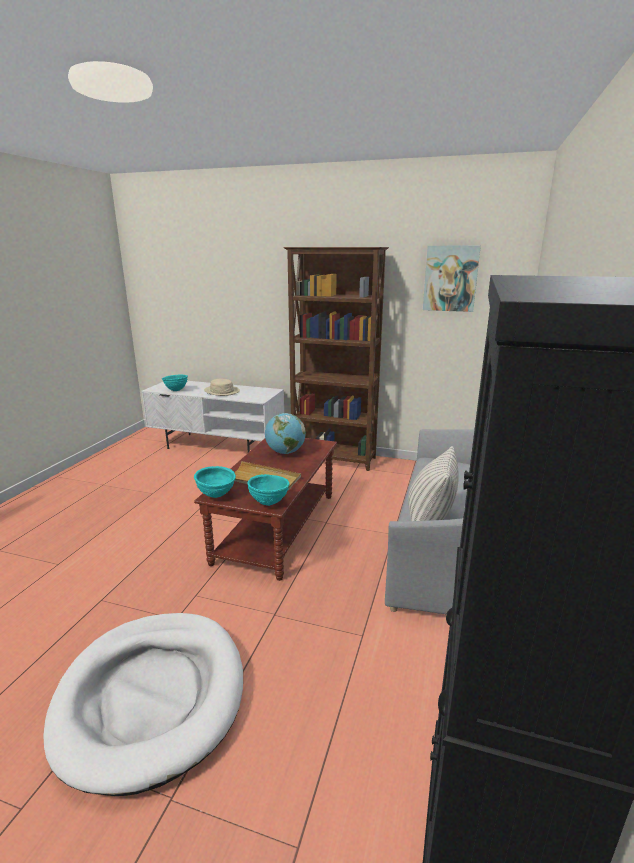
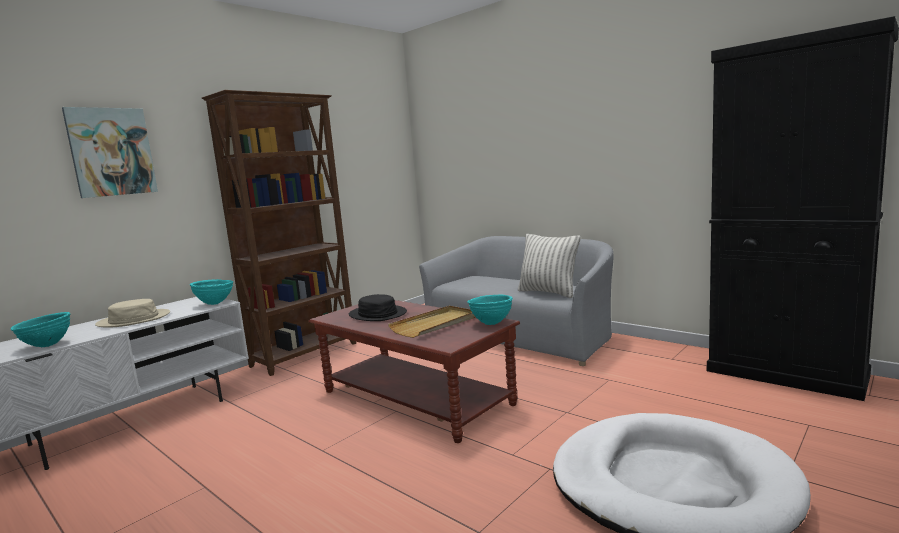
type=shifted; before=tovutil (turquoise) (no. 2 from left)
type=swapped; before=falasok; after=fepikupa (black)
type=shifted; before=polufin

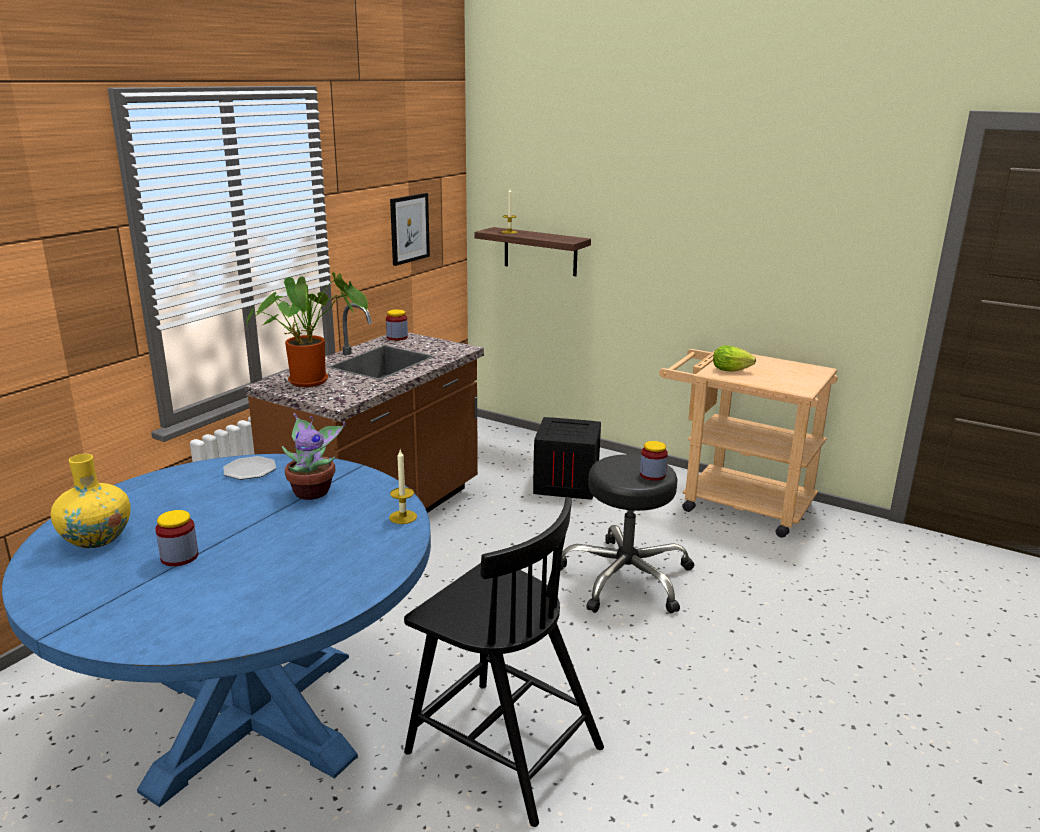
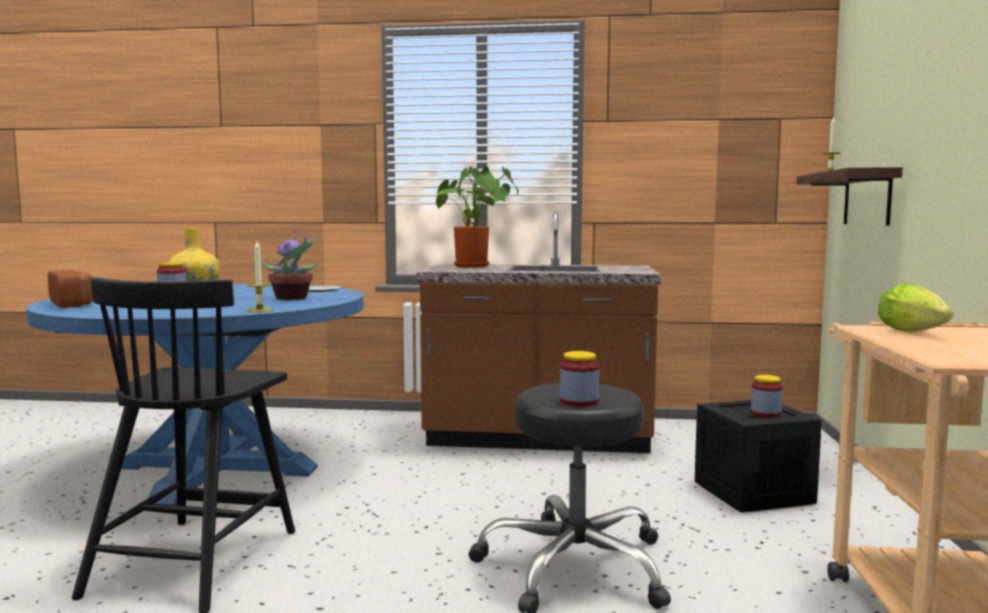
type=shifted; before=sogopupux (no. 2 from left in the first image); after=sogopupux (no. 3 from left)
type=gone; before=polufin
type=new; after=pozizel

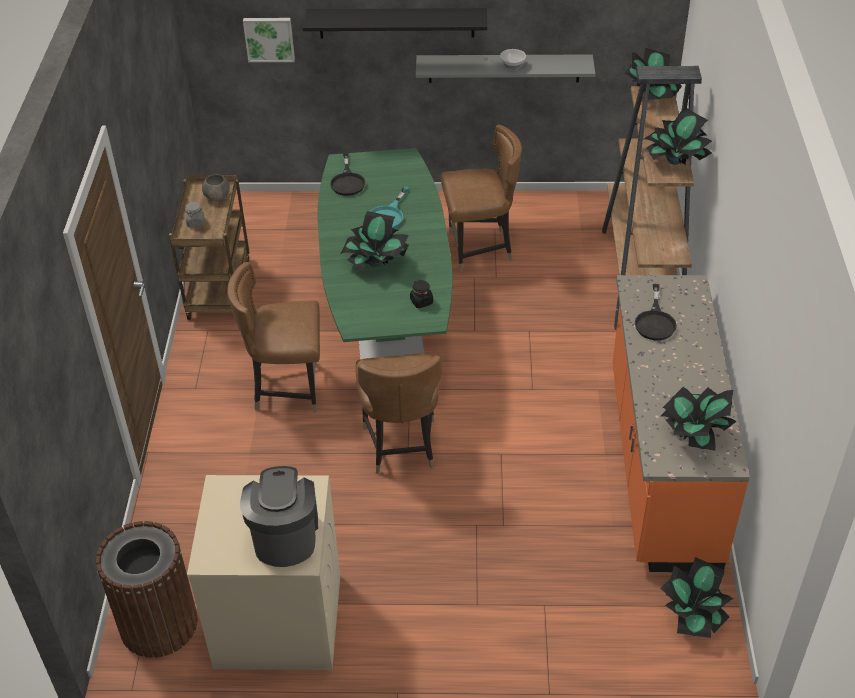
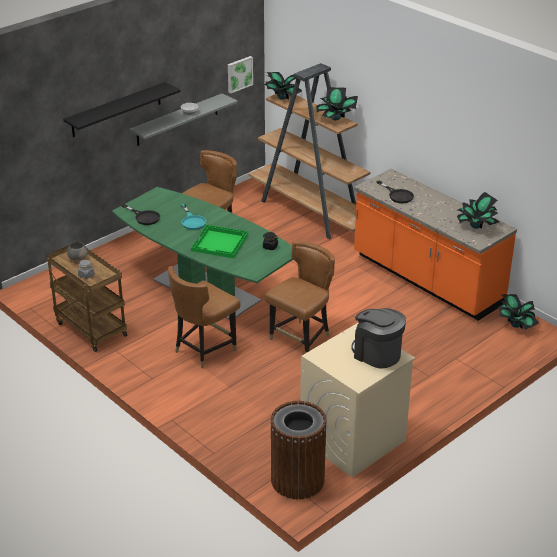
type=shifted; before=polufin
type=swapped; before=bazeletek (no. 1 from left); after=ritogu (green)
type=rotated; before=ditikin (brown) (no. 2 from left in the first image); turn=-90

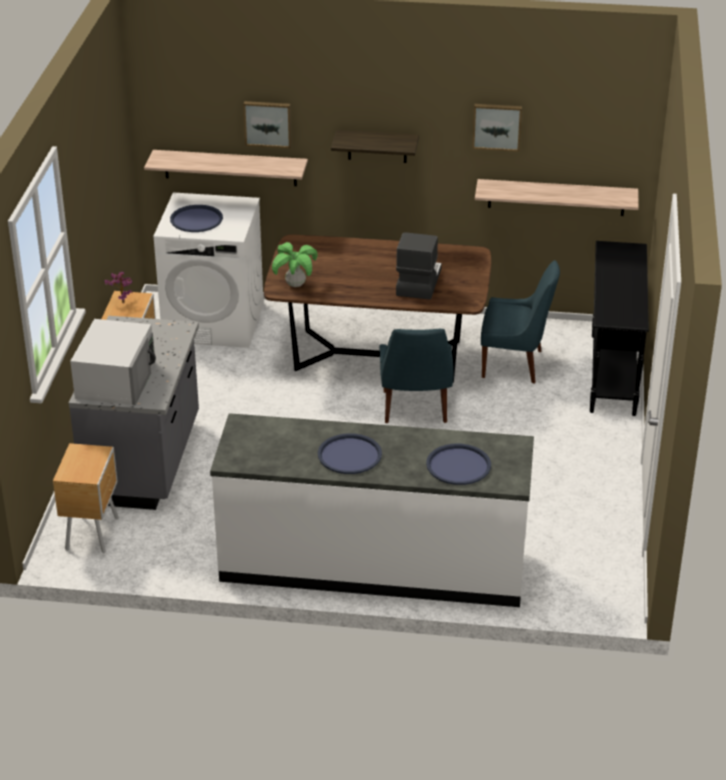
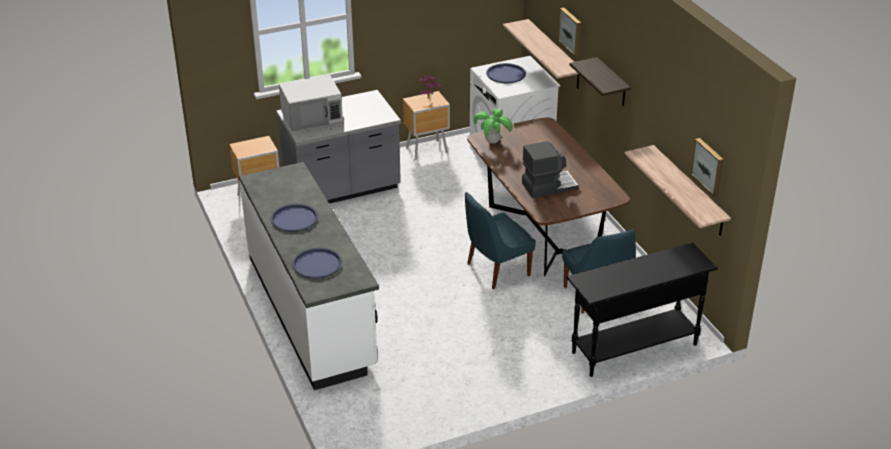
type=shifted; before=polufin (no. 2 from left)

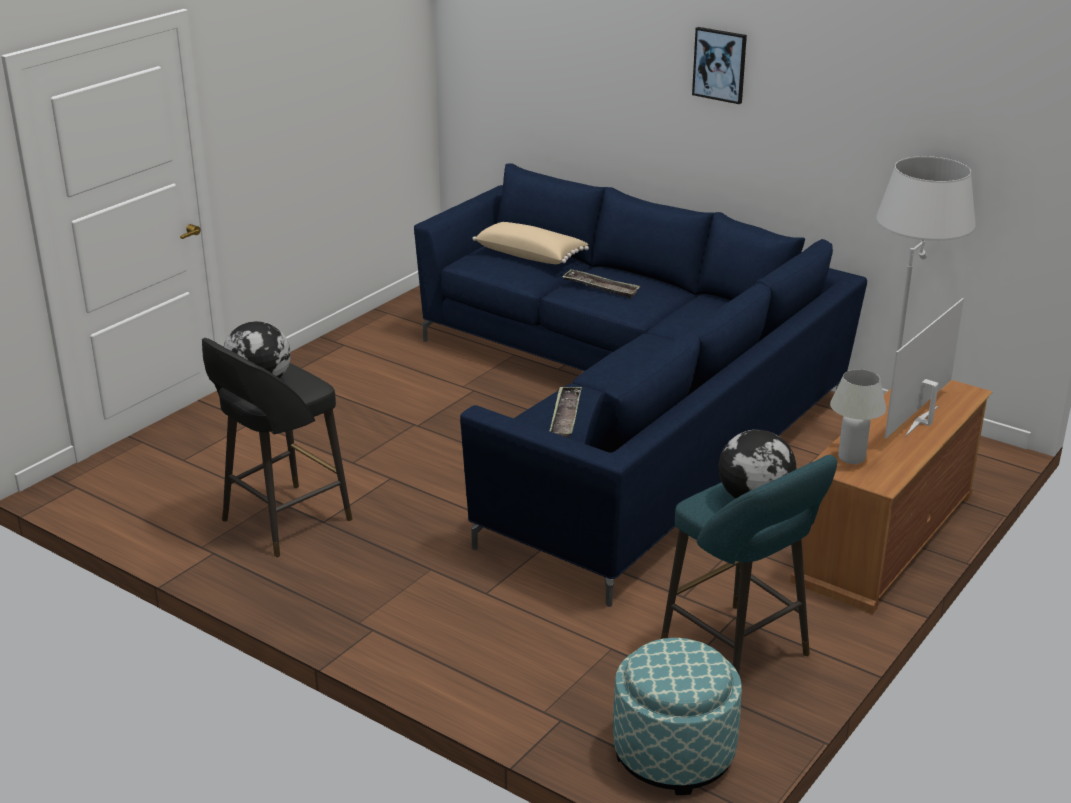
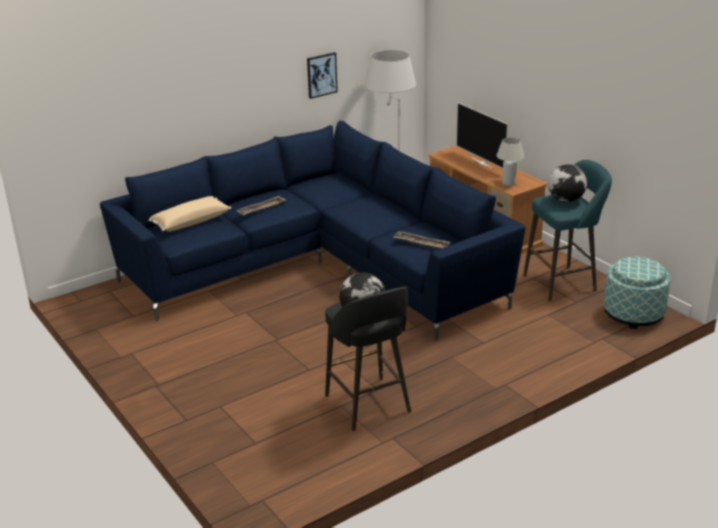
type=shifted; before=polufin

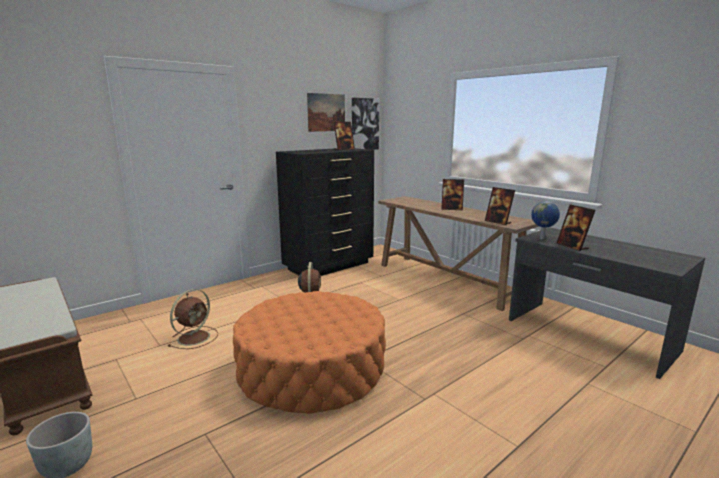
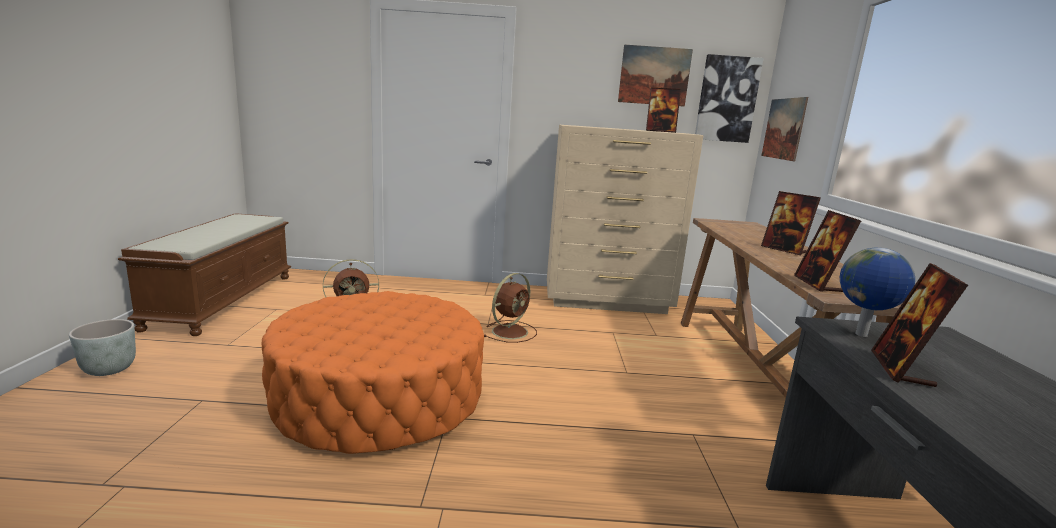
type=repainted; before=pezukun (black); after=pezukun (beige)
type=new; after=polufin (no. 3 from left)

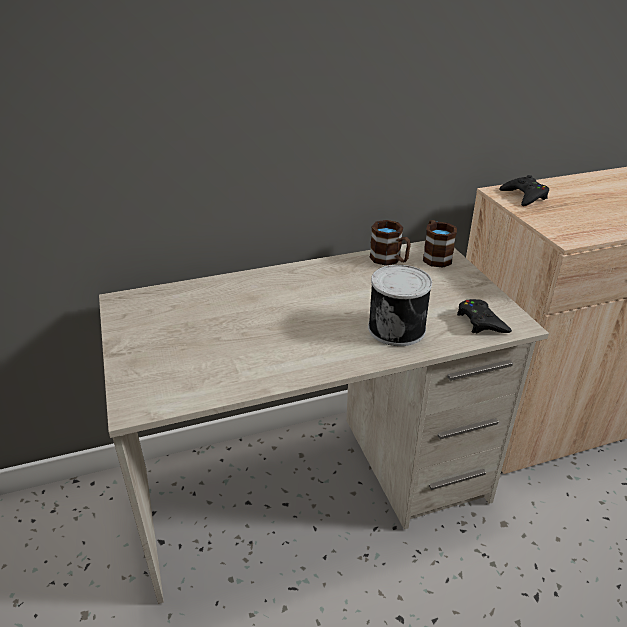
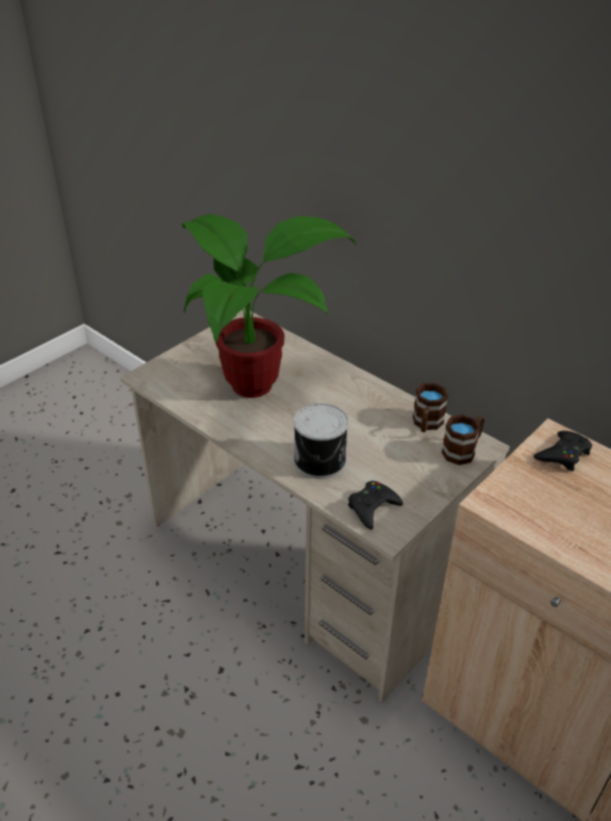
type=new; after=bazeletek

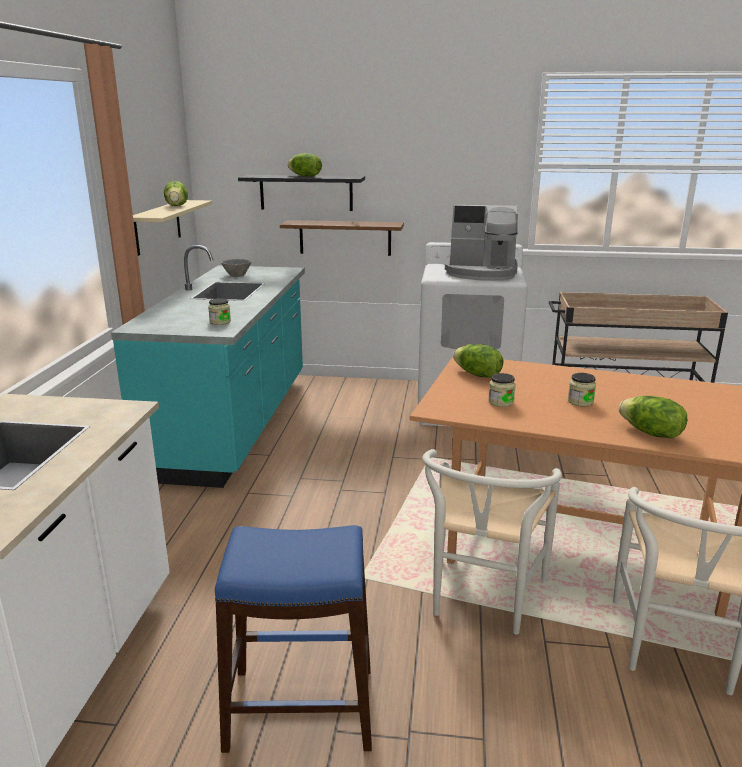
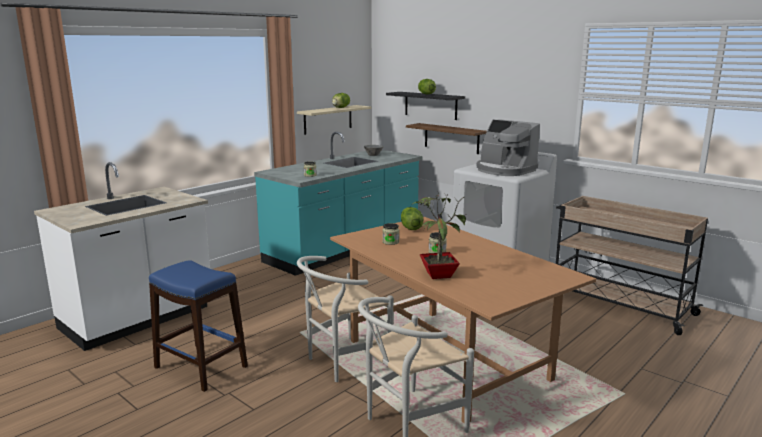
type=swapped; before=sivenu (no. 4 from left); after=bazeletek

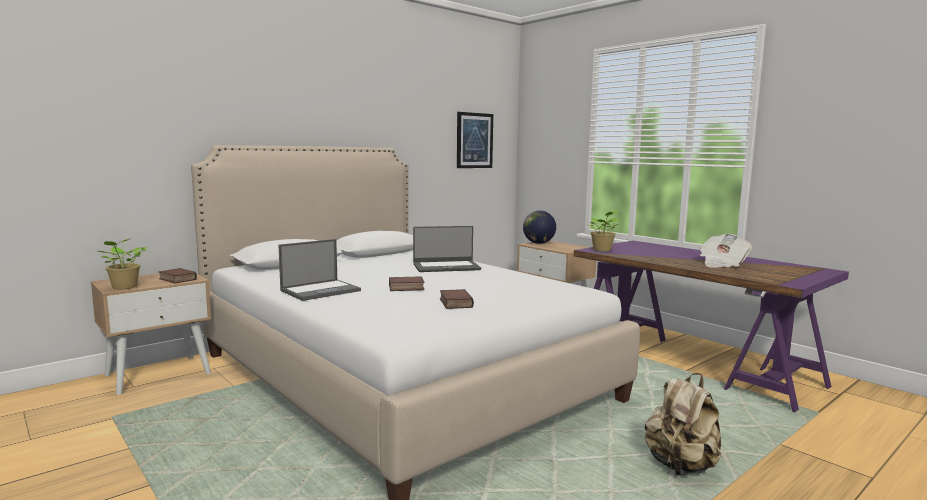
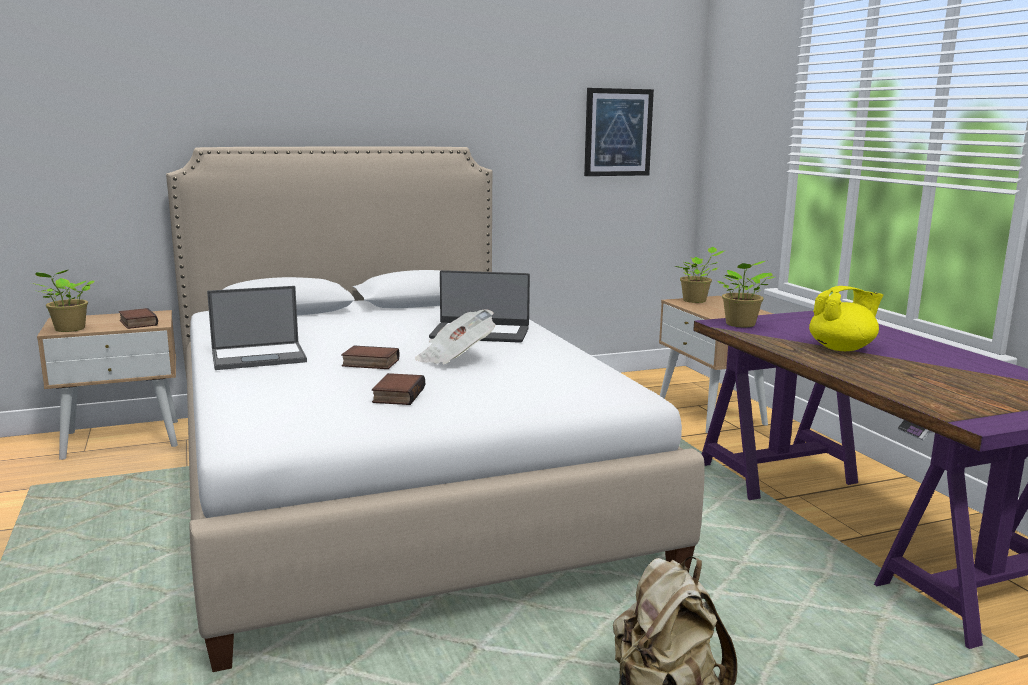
type=swapped; before=falasok; after=bazeletek (no. 2 from left)
type=shifted; before=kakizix
type=new; after=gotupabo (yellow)

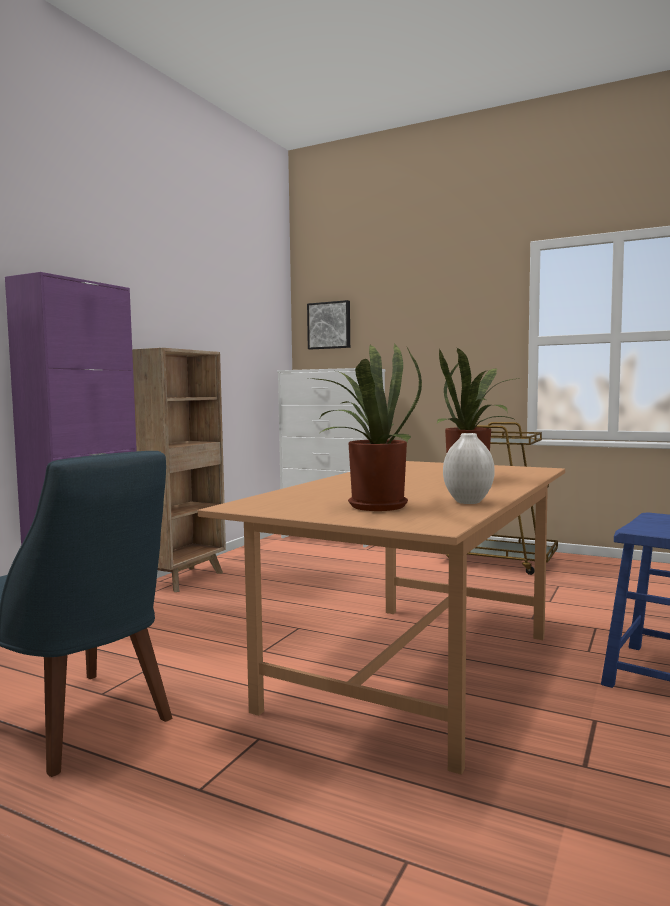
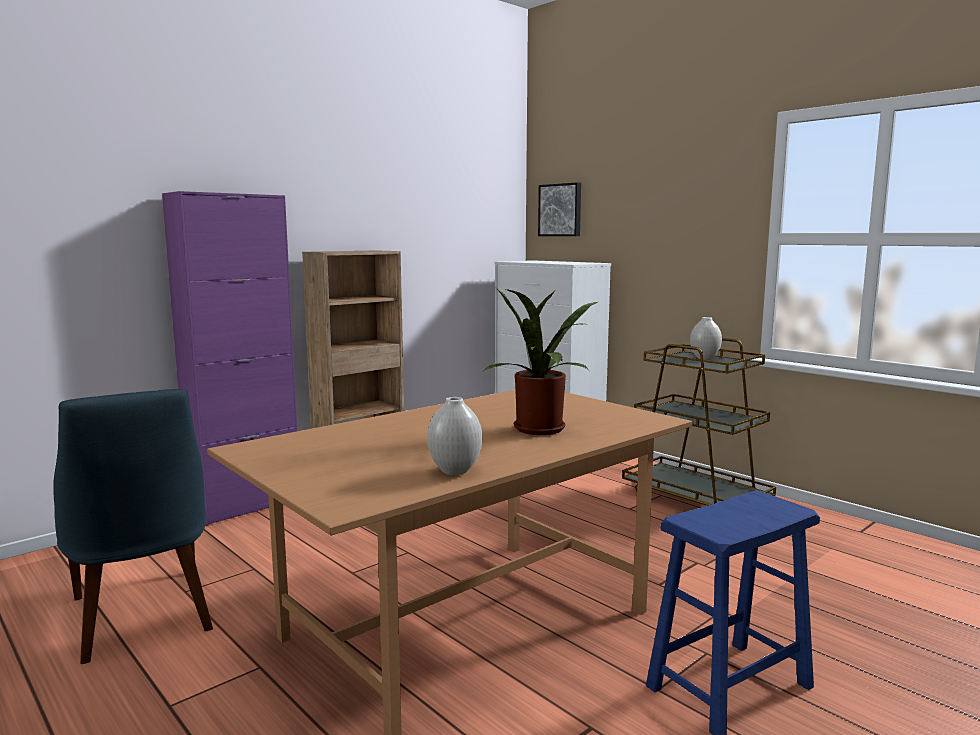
type=gone; before=bazeletek (no. 1 from left)
type=new; after=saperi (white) (no. 2 from left)

